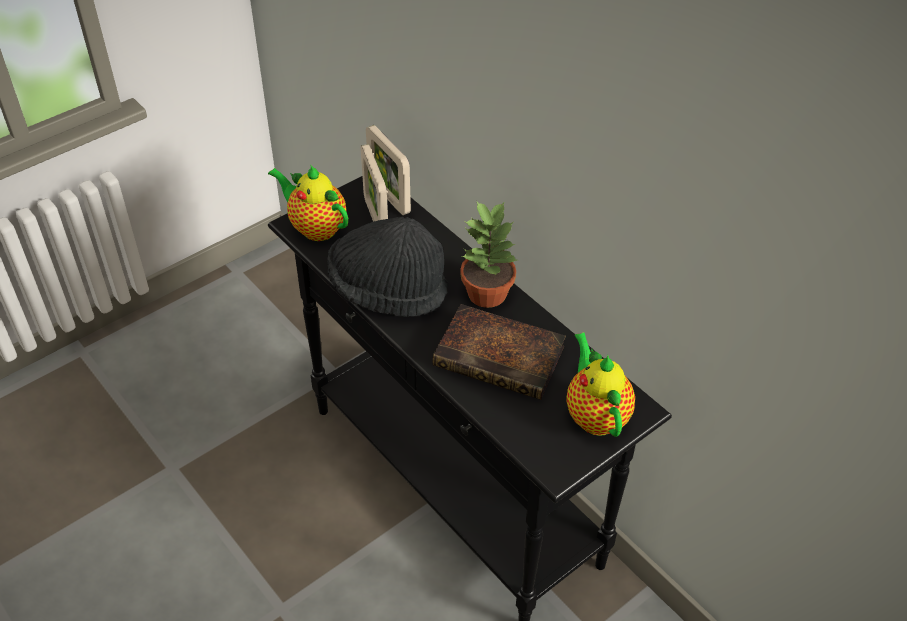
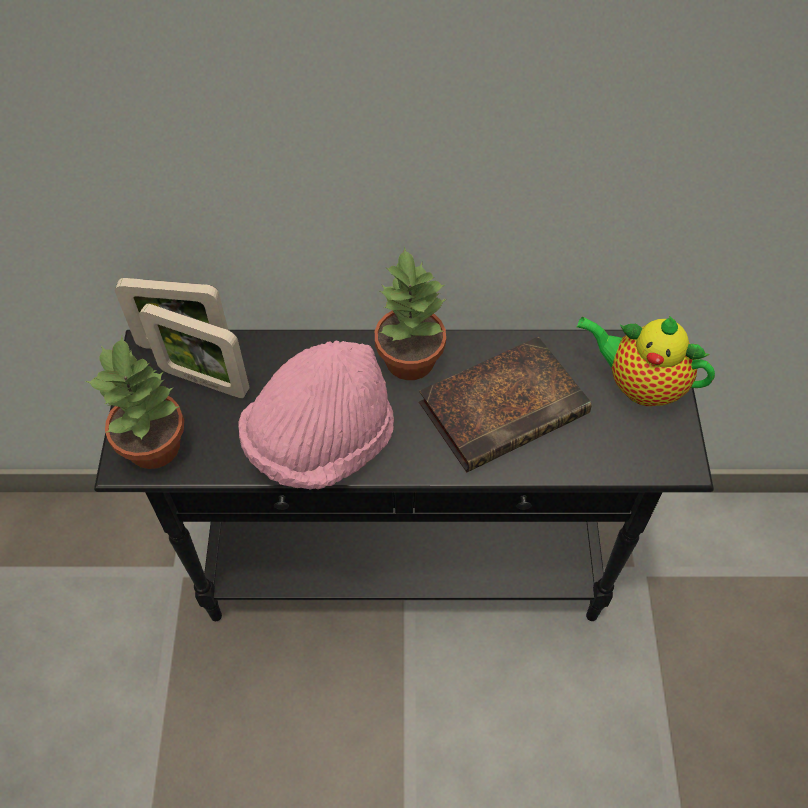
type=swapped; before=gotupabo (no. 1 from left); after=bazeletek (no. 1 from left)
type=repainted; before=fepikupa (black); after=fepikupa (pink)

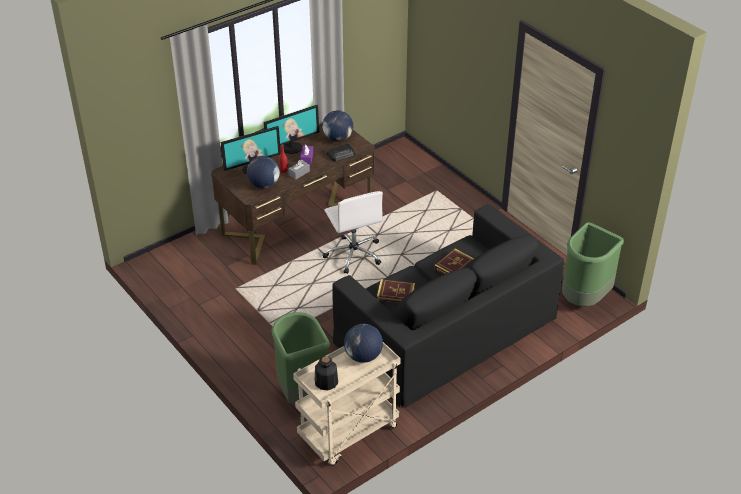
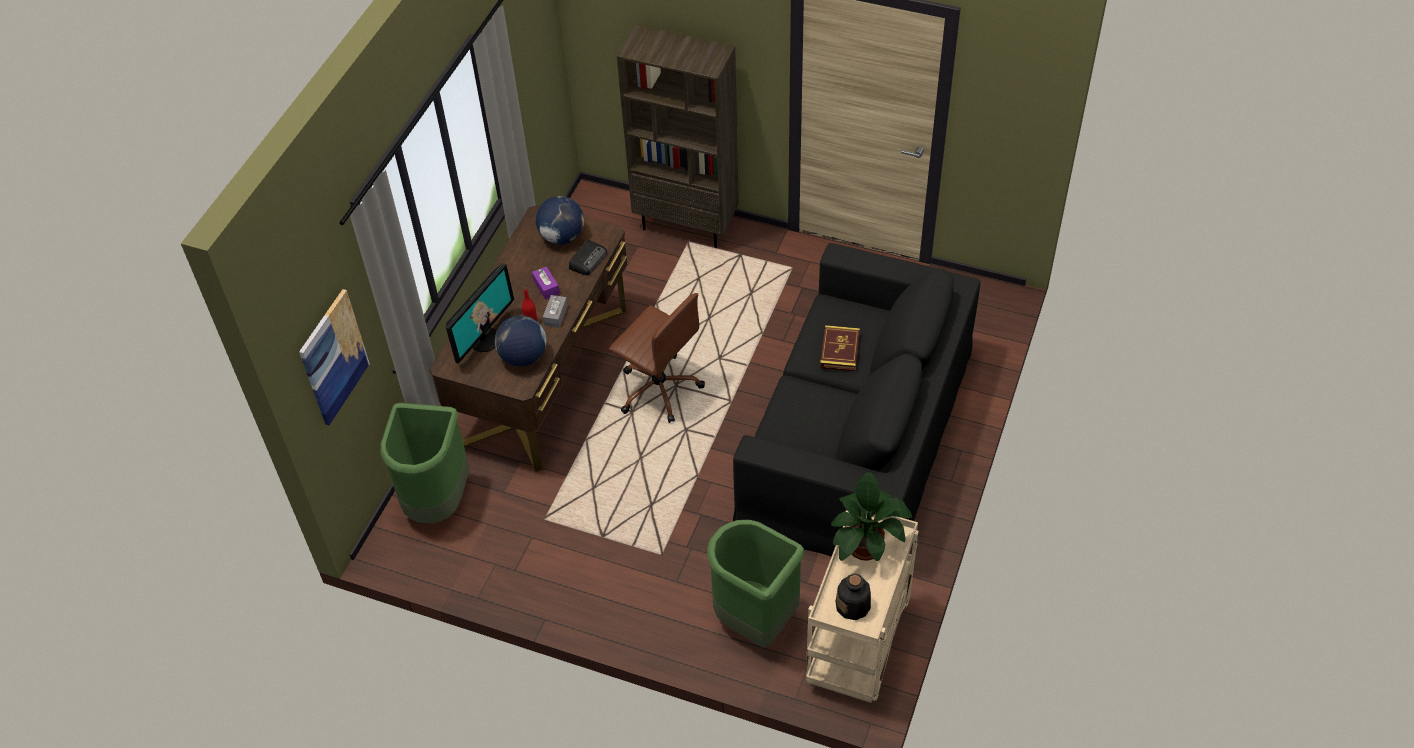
type=gone; before=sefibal (no. 2 from left)
type=repainted; before=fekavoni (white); after=fekavoni (brown)
type=swapped; before=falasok (no. 3 from left); after=bazeletek
type=gone; before=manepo (no. 1 from left)
type=shifted; before=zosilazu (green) (no. 2 from left in the first image); after=zosilazu (green) (no. 1 from left)
type=new; after=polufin
type=new; after=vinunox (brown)

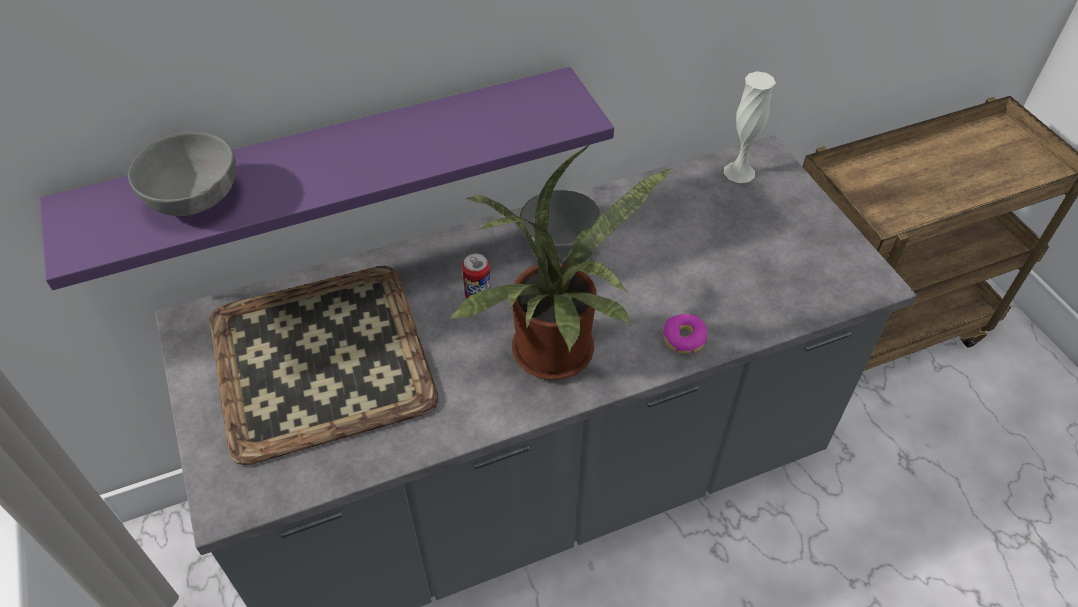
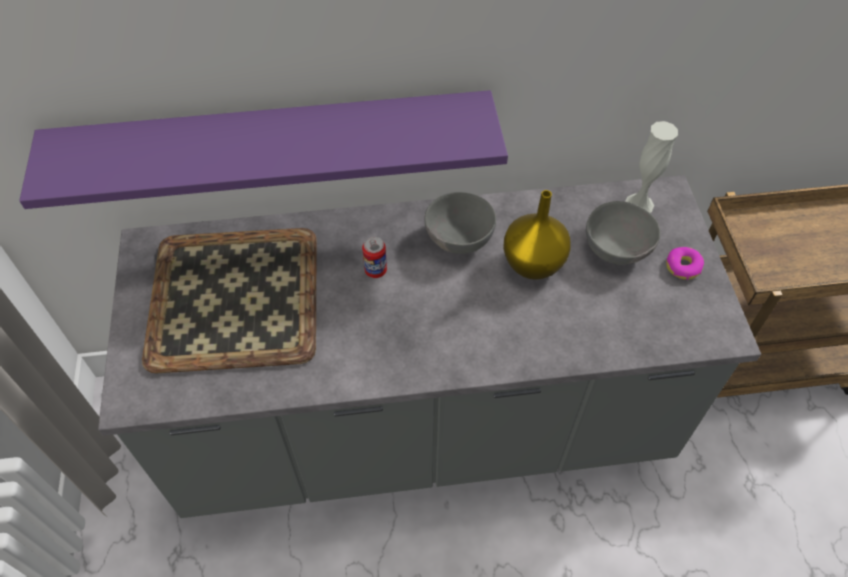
type=shifted; before=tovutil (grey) (no. 1 from left in the first image); after=tovutil (grey) (no. 2 from left)
type=gone; before=bazeletek
type=shifted; before=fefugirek
type=new; after=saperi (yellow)

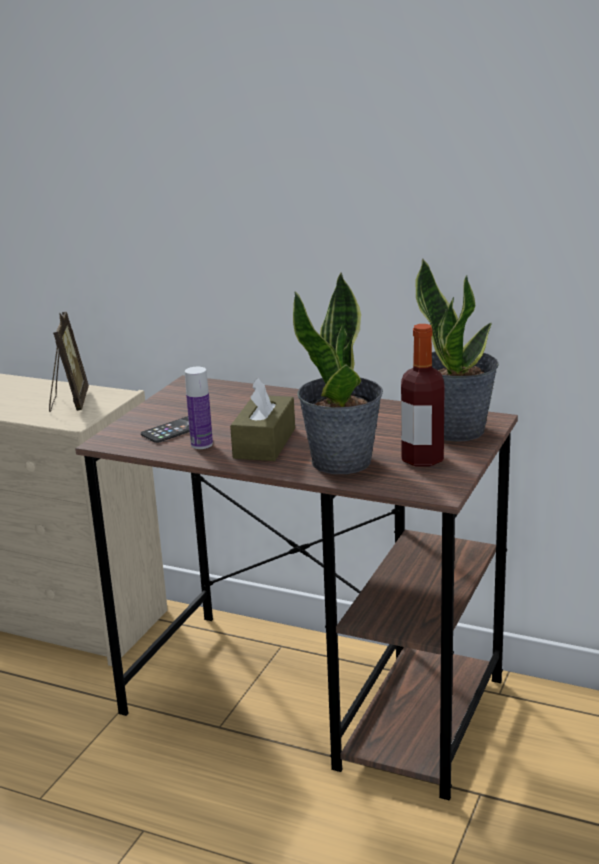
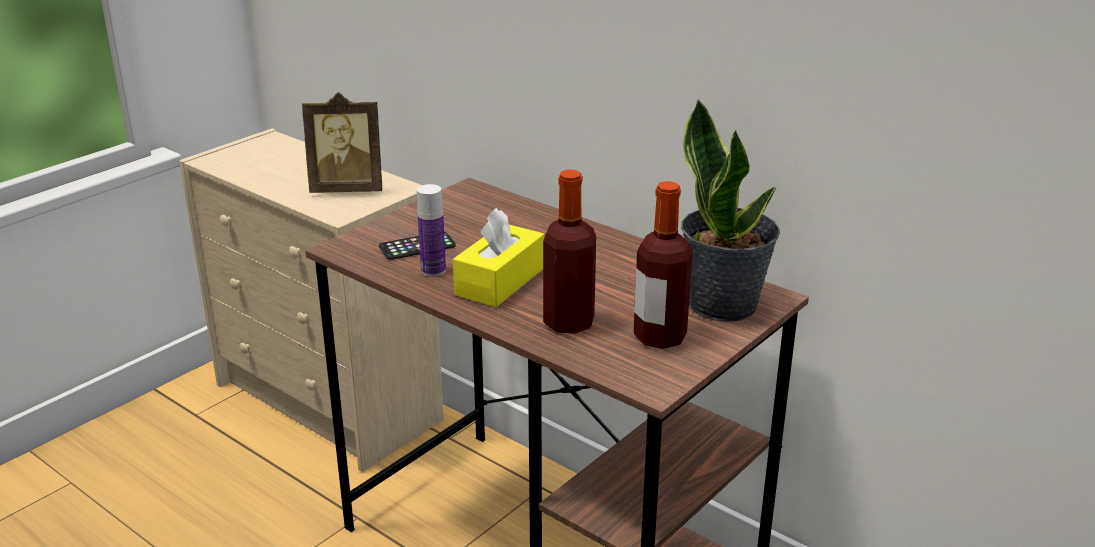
type=rotated; before=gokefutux; turn=75
type=repainted; before=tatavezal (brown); after=tatavezal (yellow)
type=swapped; before=bazeletek (no. 1 from left); after=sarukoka (no. 2 from left)

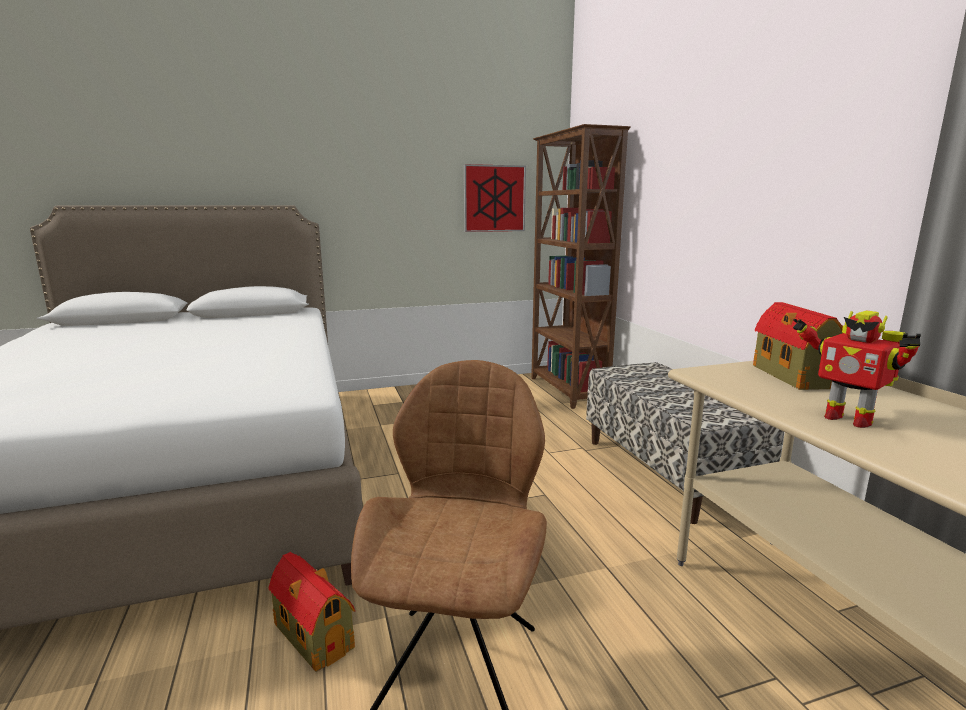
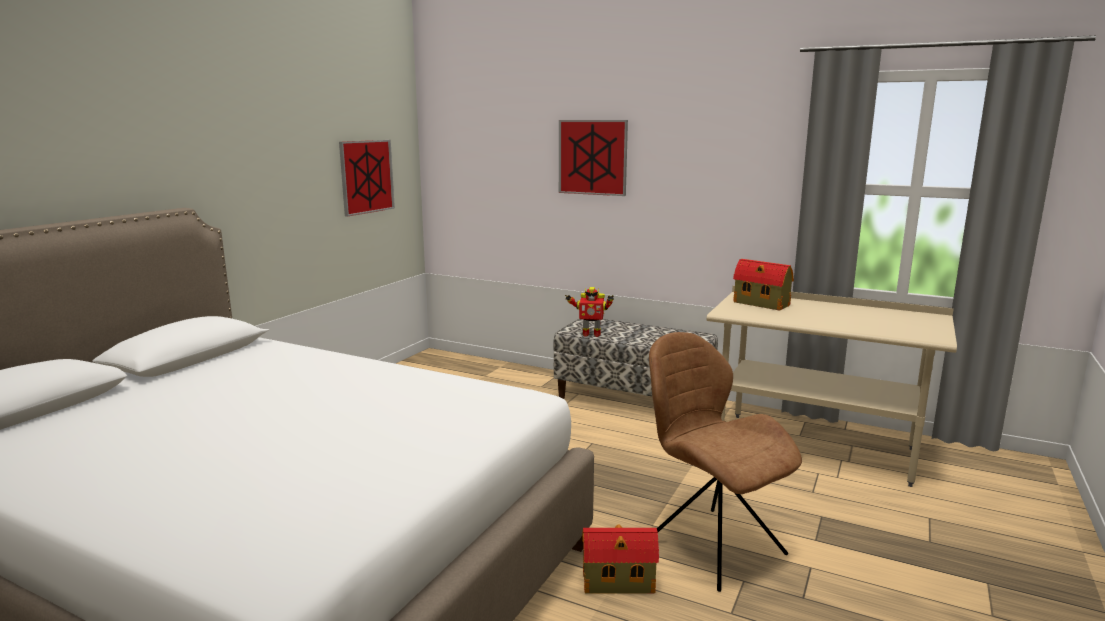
type=gone; before=vinunox (brown)
type=shifted; before=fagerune
type=new; after=polufin (no. 2 from left)

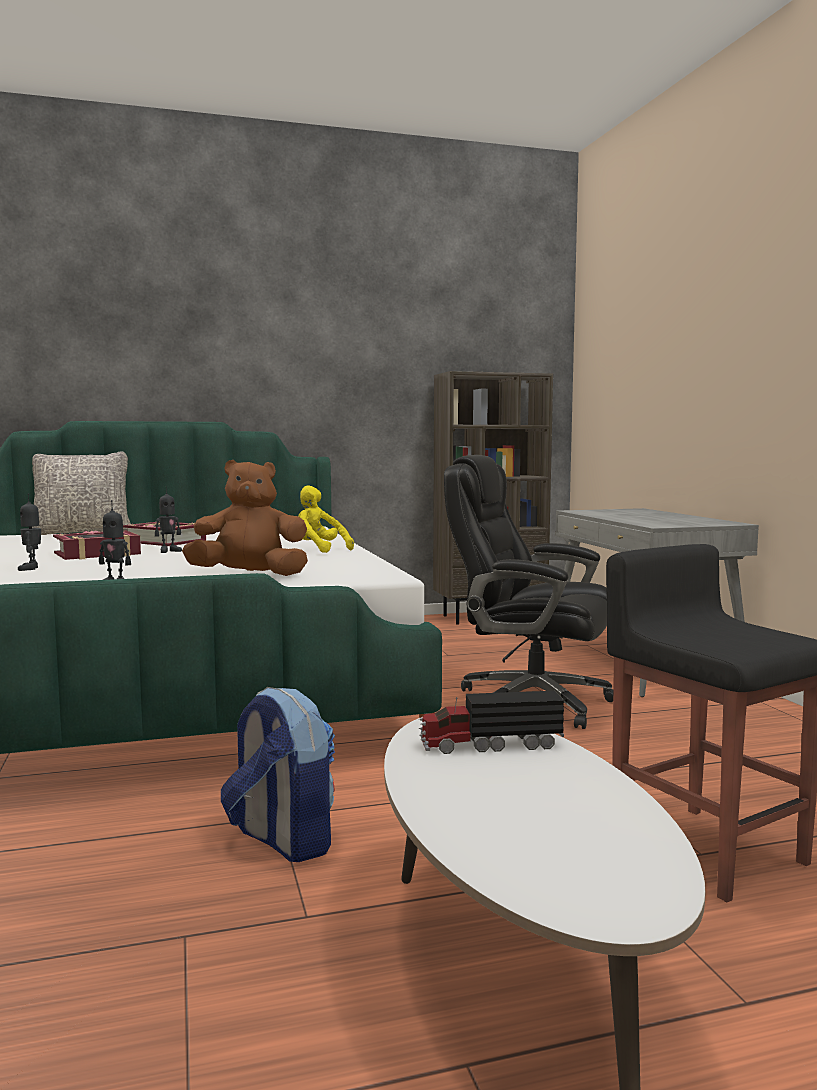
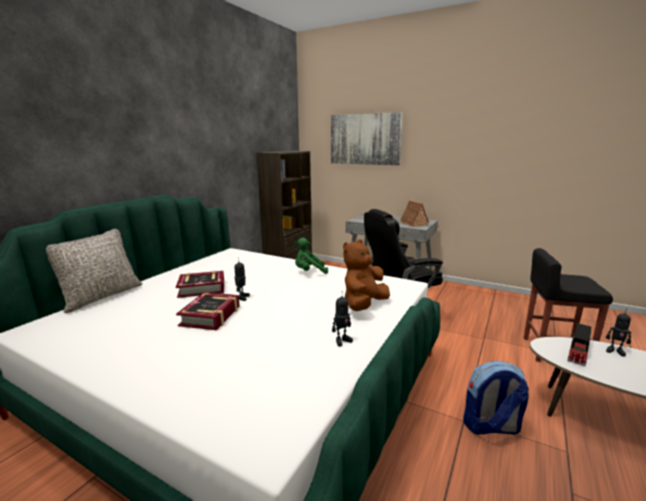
type=shifted; before=fagerune (no. 1 from left in the first image); after=fagerune (no. 3 from left)
type=repainted; before=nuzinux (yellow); after=nuzinux (green)
type=new; after=polufin
type=new; after=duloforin

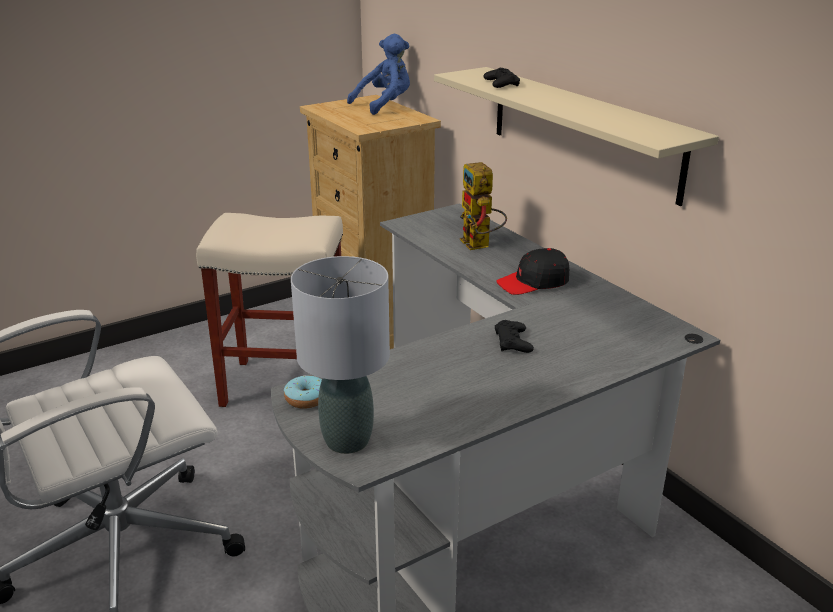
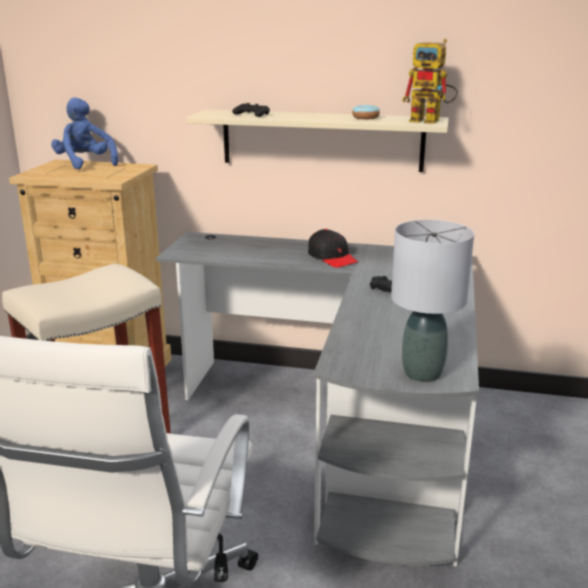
type=shifted; before=fefugirek
type=rotated; before=nuzinux (blue); turn=-45
type=shifted; before=fagerune
type=rotated; before=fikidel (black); turn=-60

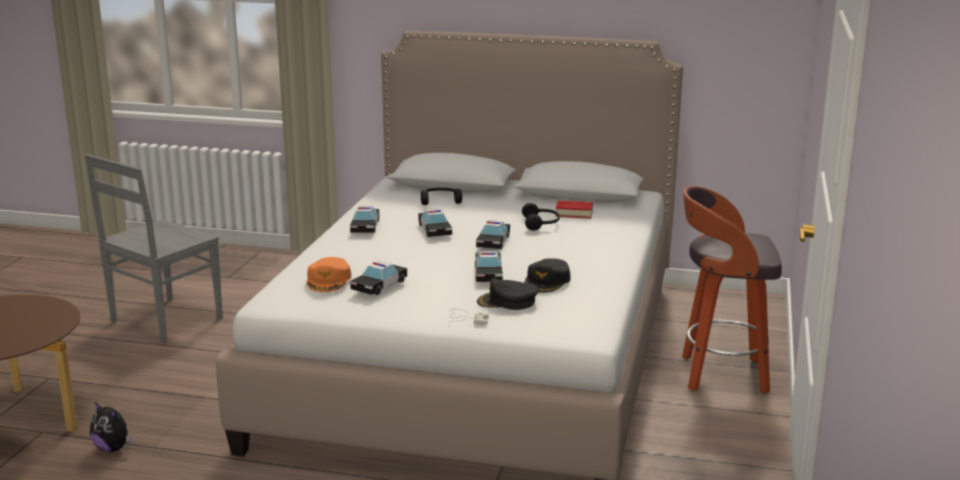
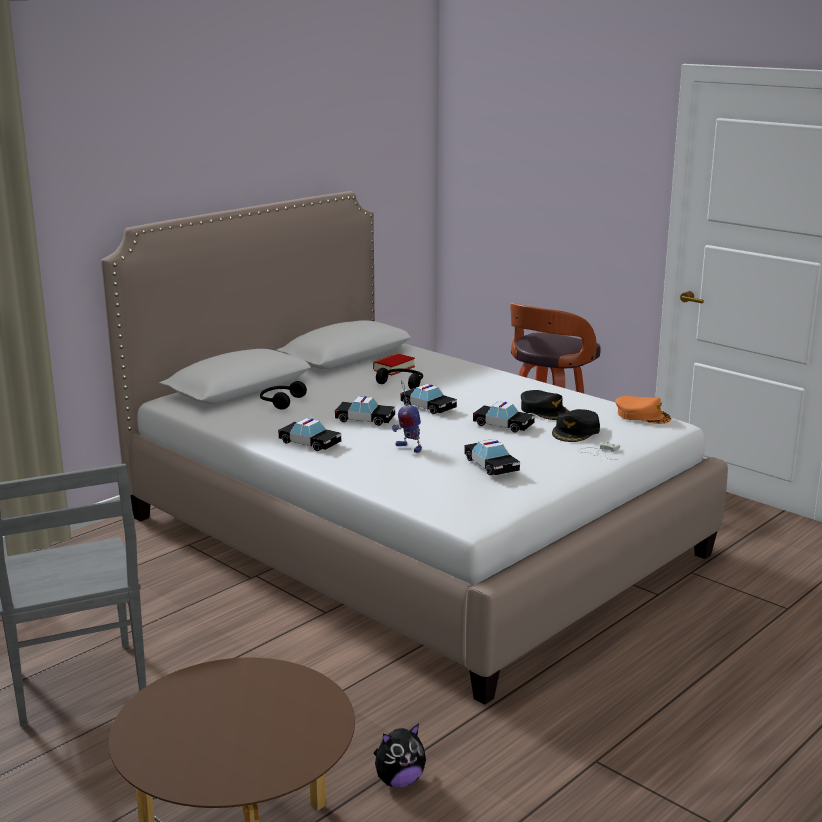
type=shifted; before=fikidel (orange)
type=new; after=fagerune

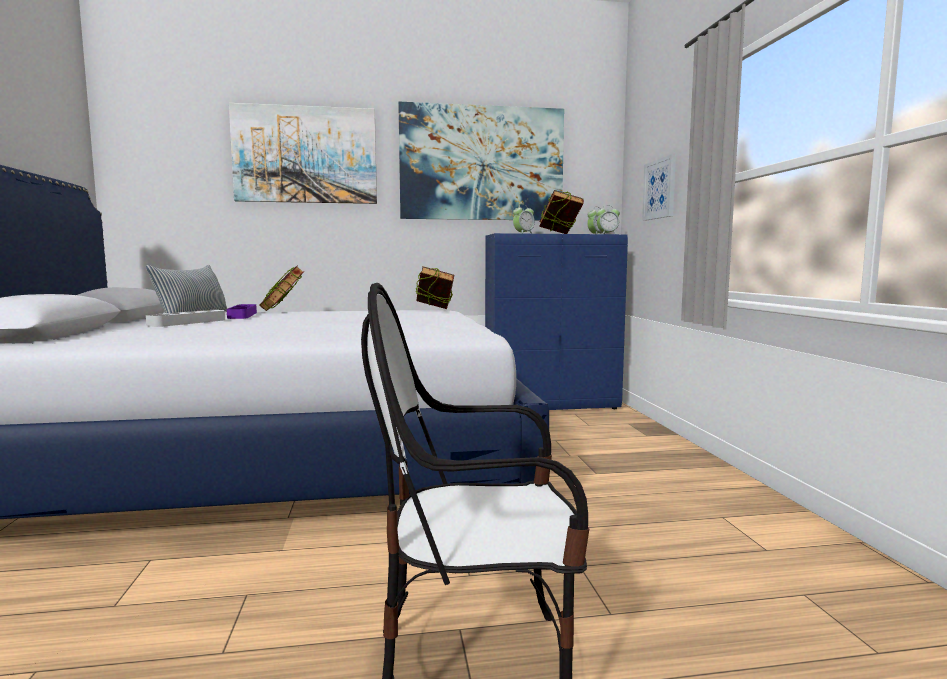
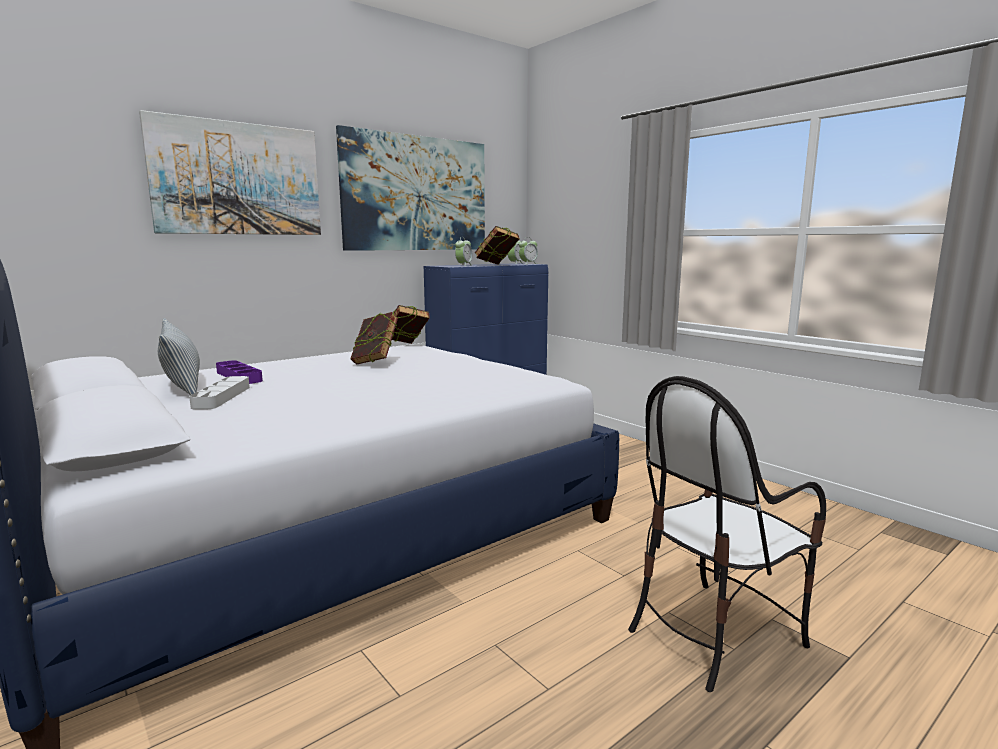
type=shifted; before=manepo (no. 1 from left)
type=gone; before=polufin (no. 3 from left)

